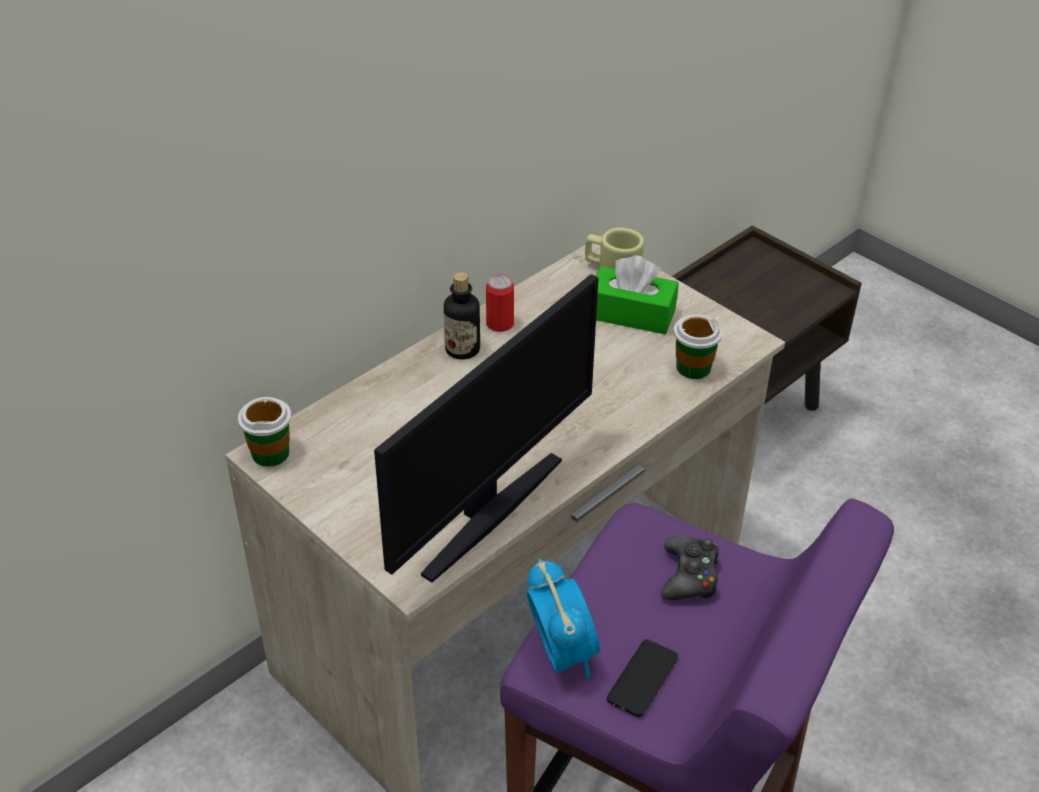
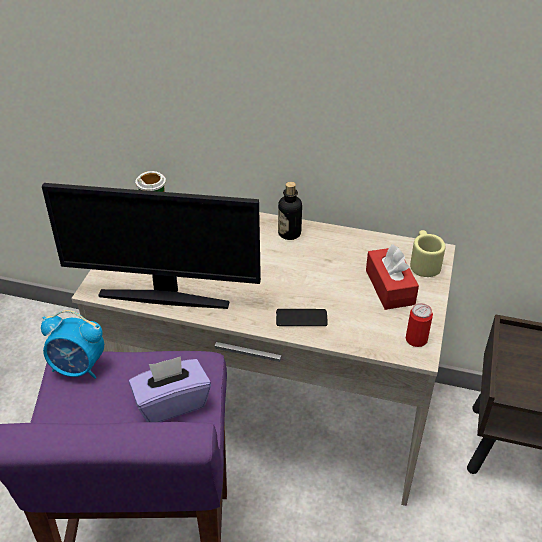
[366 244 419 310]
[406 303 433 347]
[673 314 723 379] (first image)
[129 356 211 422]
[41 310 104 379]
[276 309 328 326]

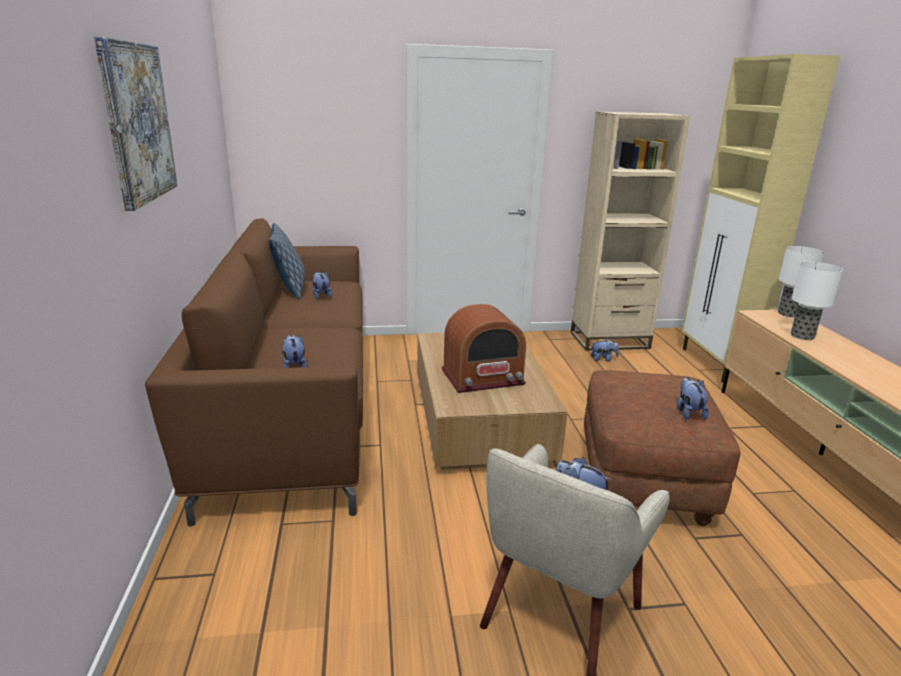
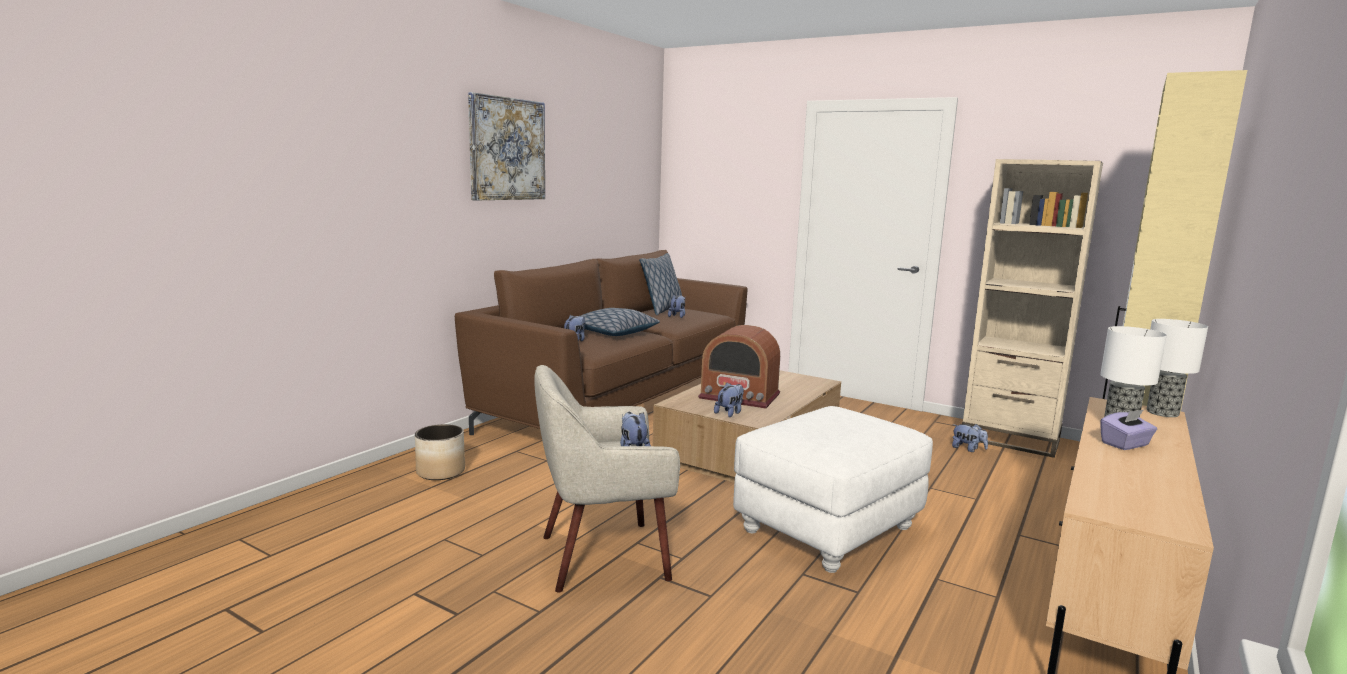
[733 406 933 573]
[714 383 744 417]
[566 308 660 336]
[1100 410 1157 450]
[415 424 465 480]

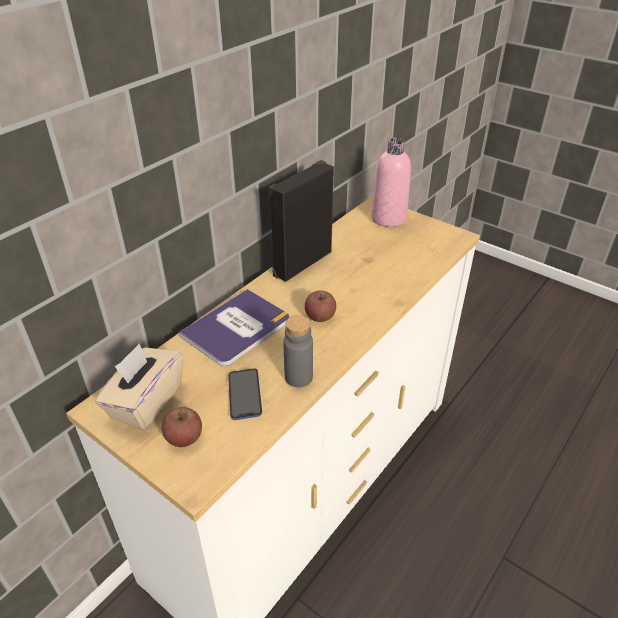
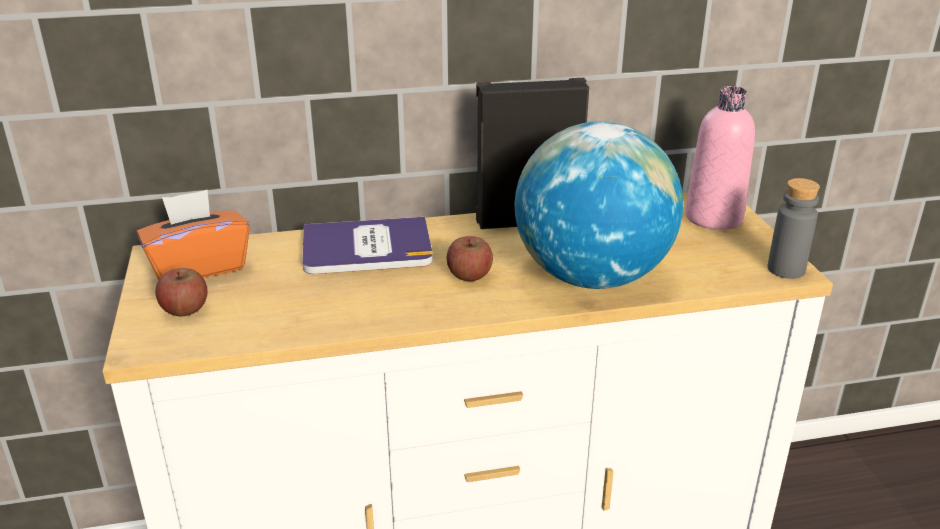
[768 178 820 279]
[137 190 250 280]
[228 368 262 420] (first image)
[515 122 683 289]

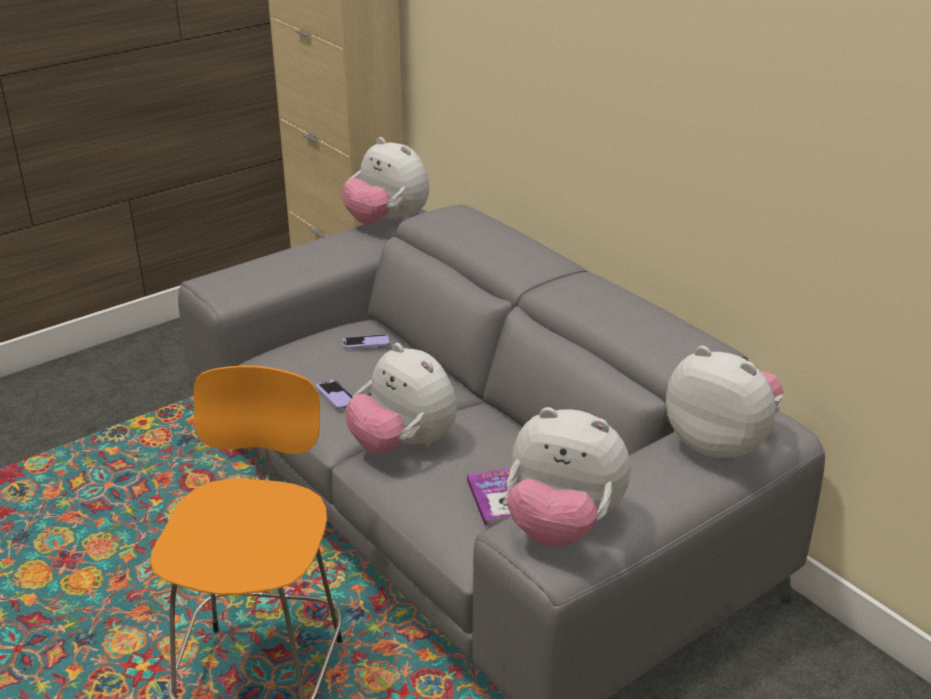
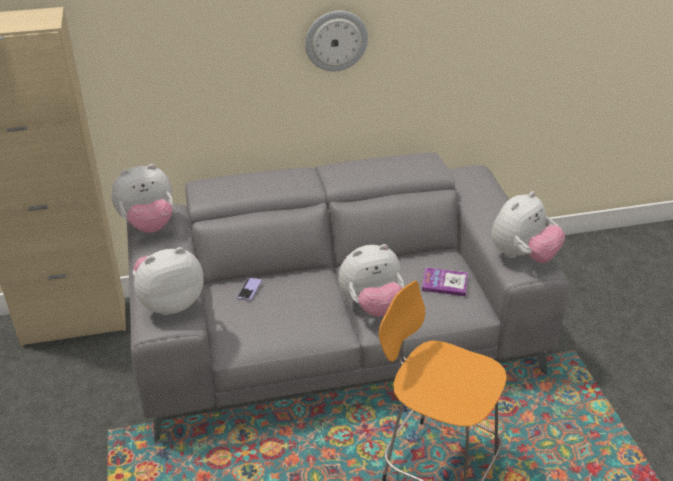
[133 247 204 315]
[316 380 353 409] (first image)
[305 11 368 71]

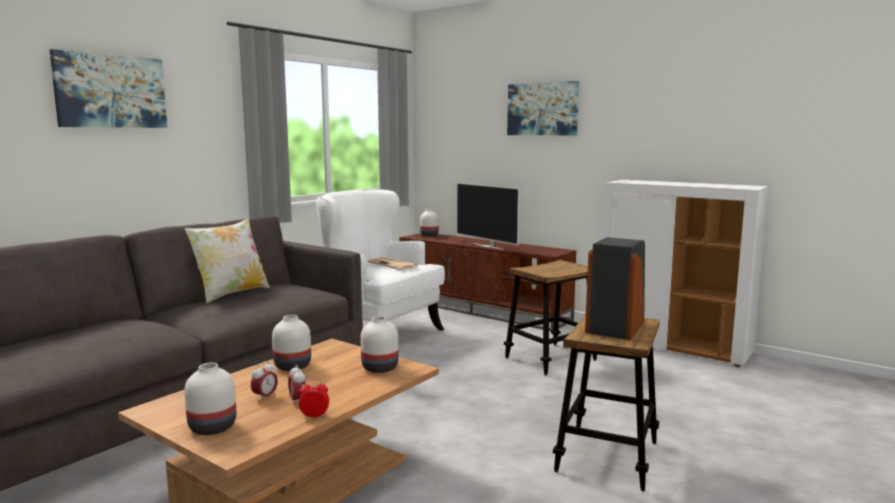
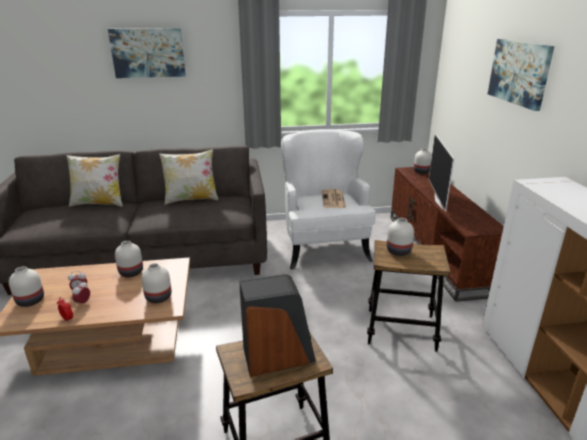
[66 154 123 207]
[387 218 414 256]

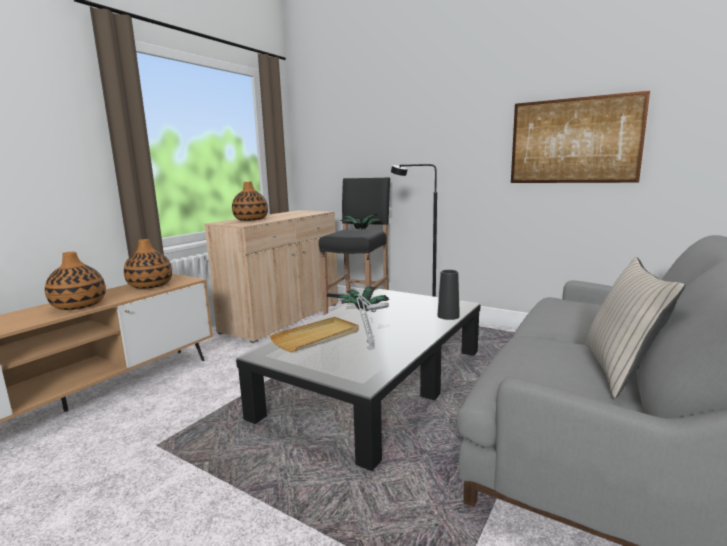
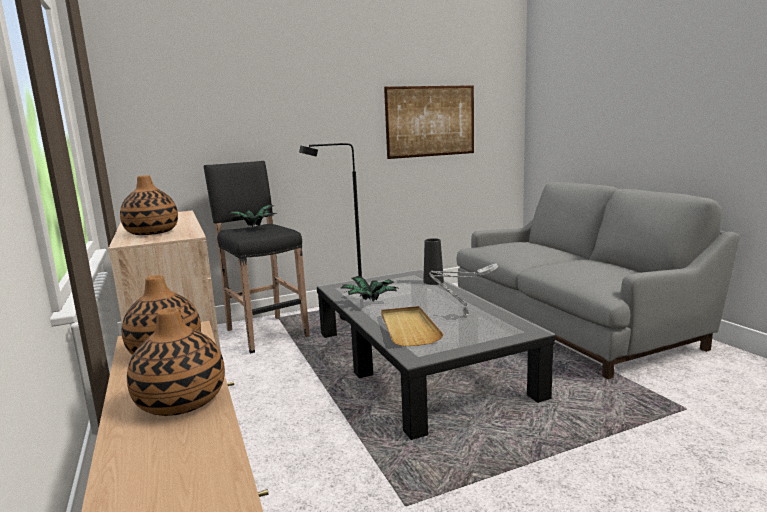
[585 257 685 398] (first image)

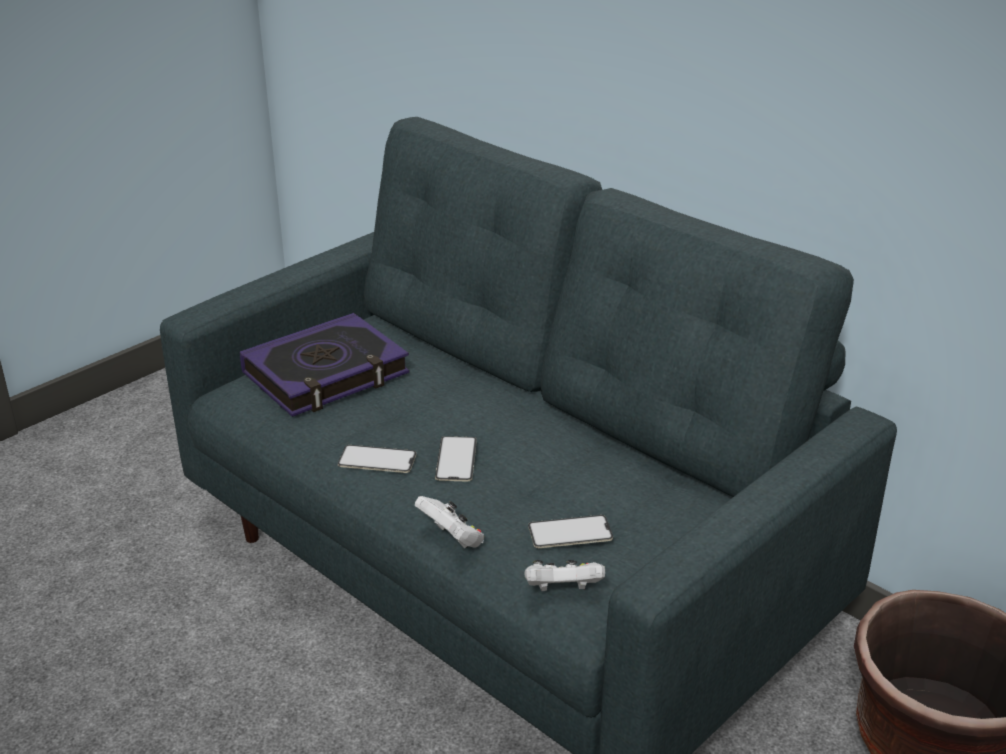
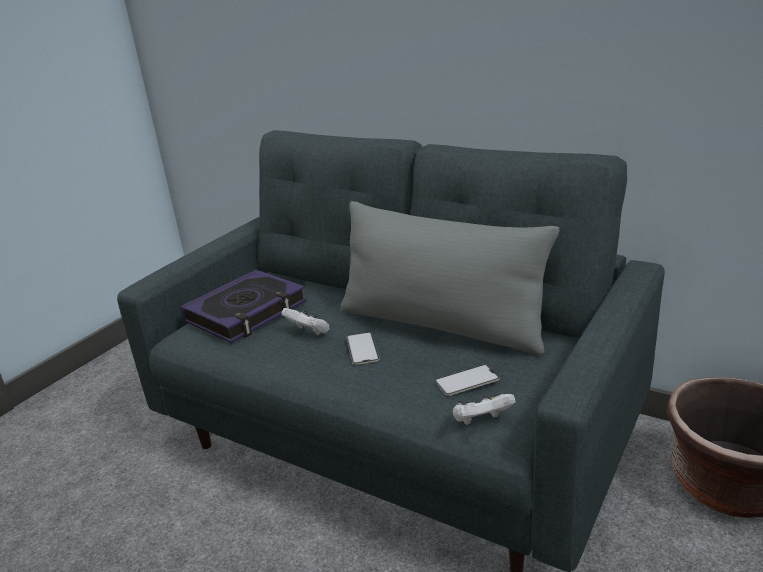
[338 445 417 473] (first image)
[282 308 330 335]
[340 201 559 356]

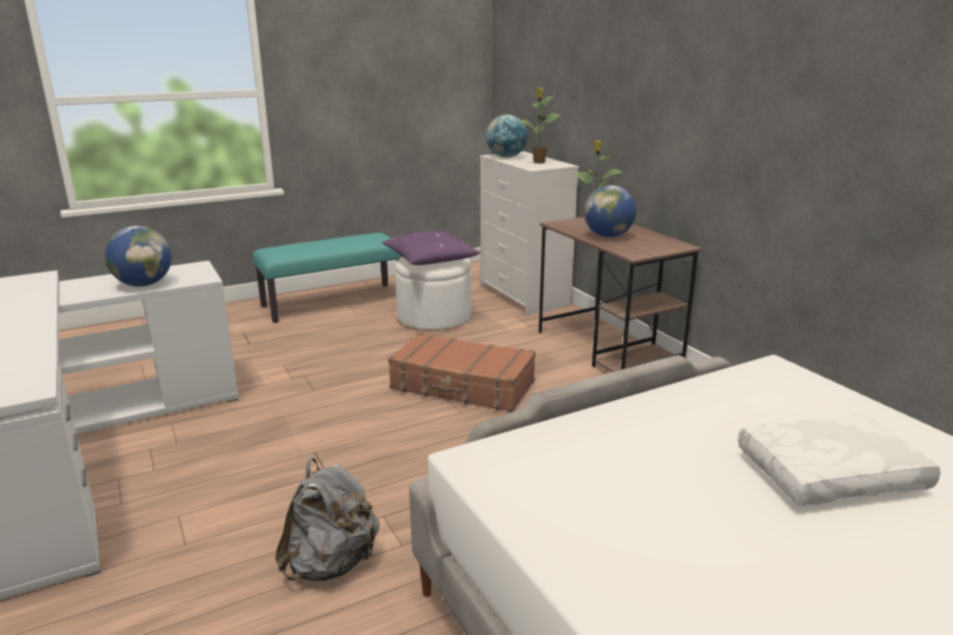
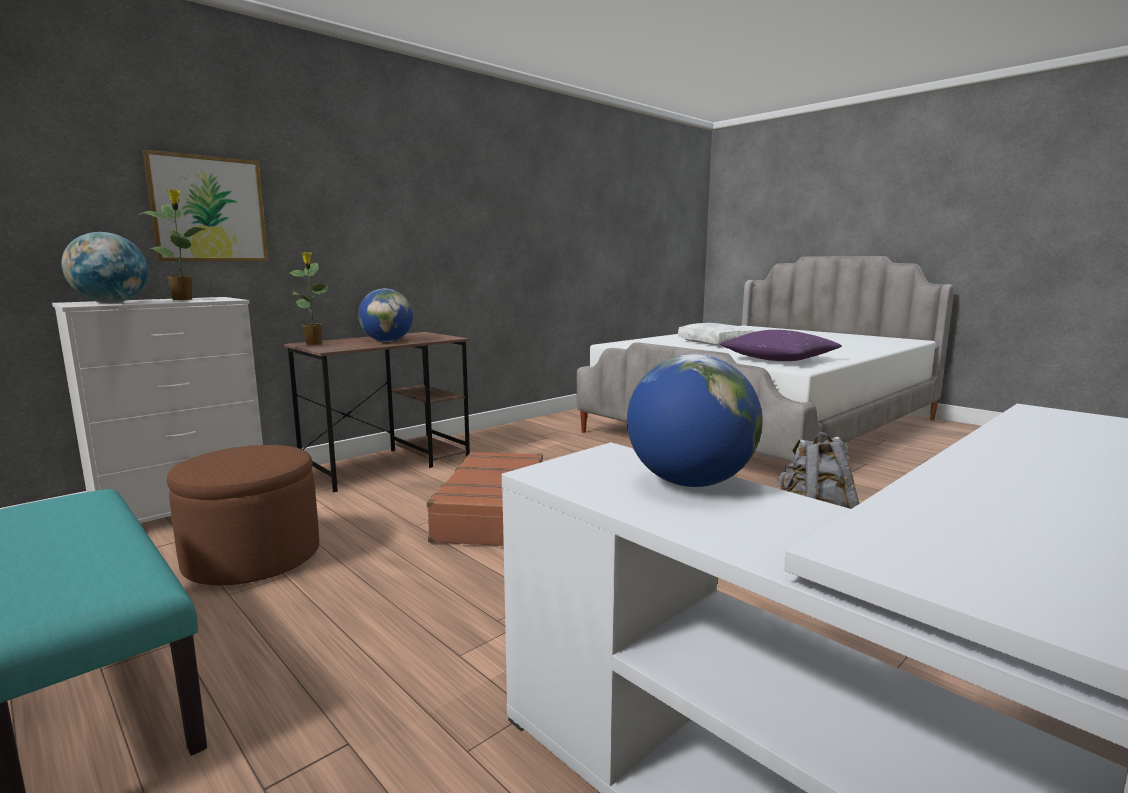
[720 330 842 361]
[167 445 319 585]
[142 150 268 261]

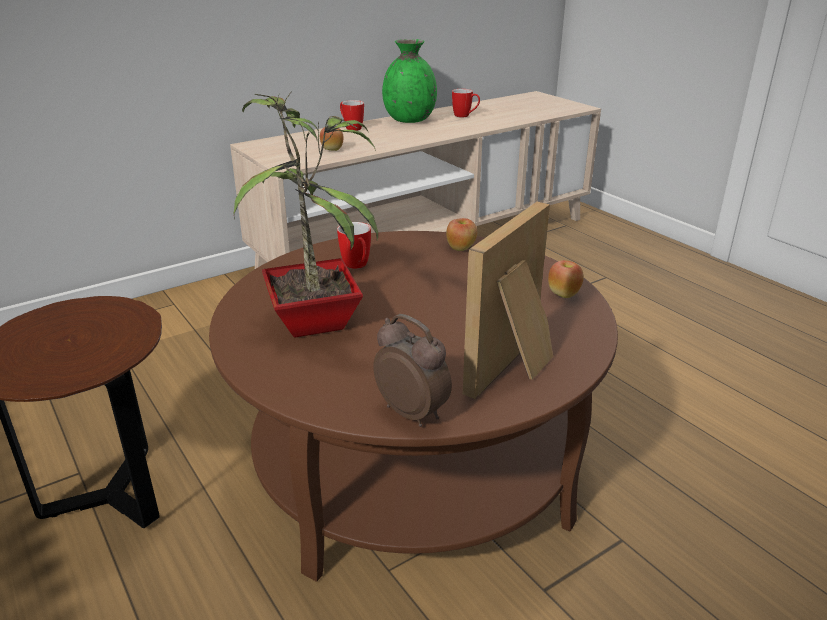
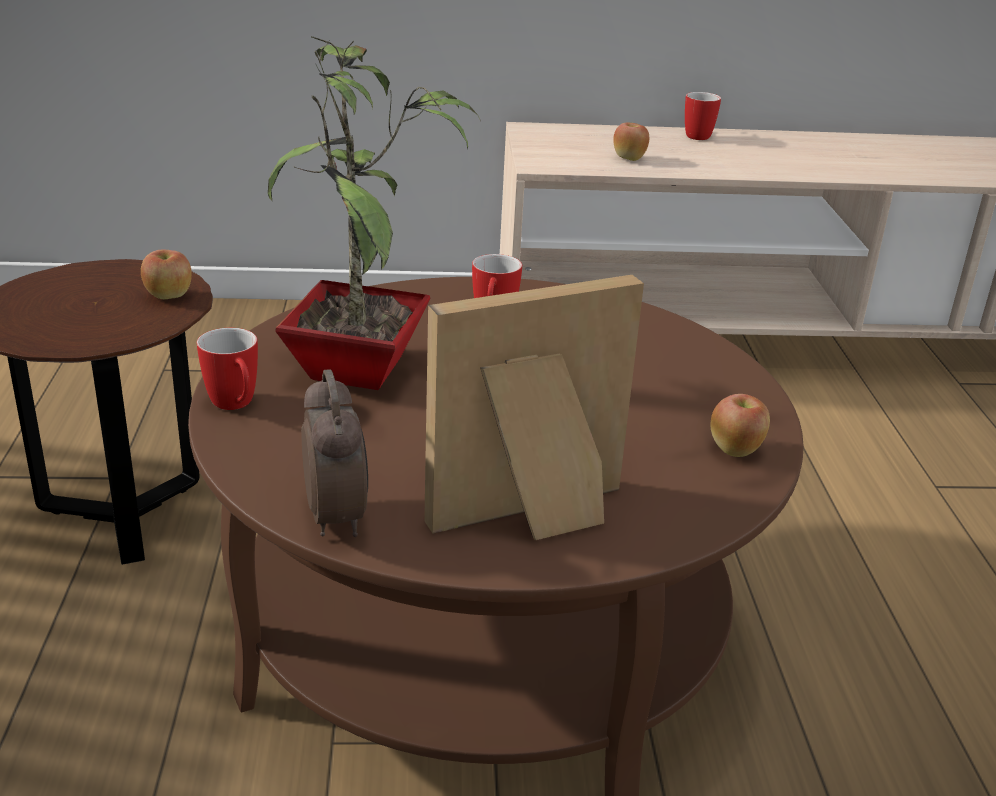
[382 39 437 123] (first image)
[197 328 258 410]
[141 250 192 299]

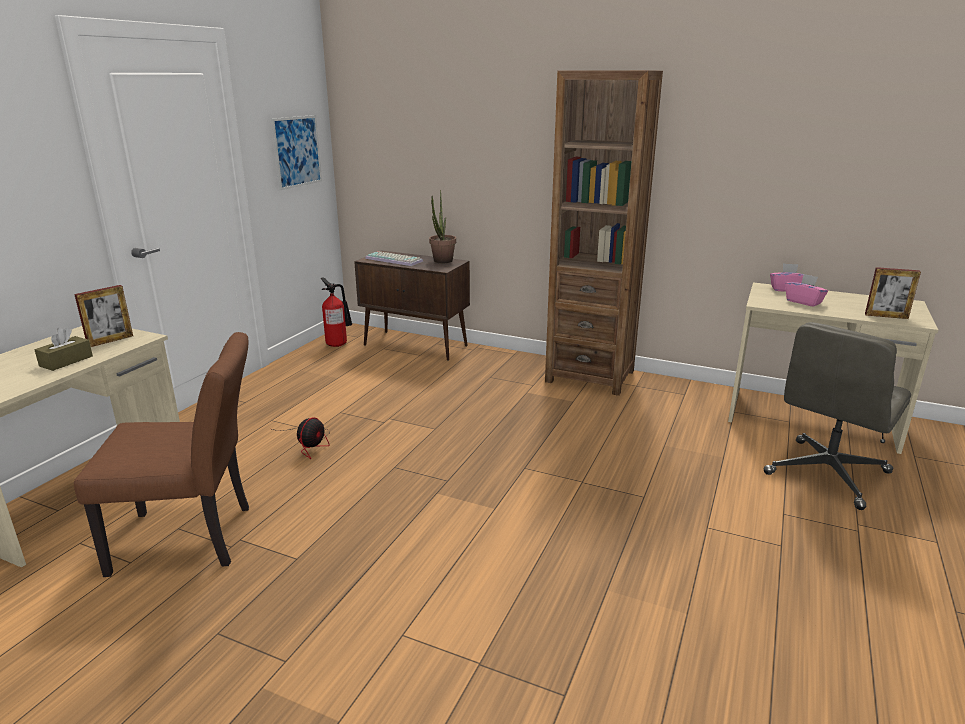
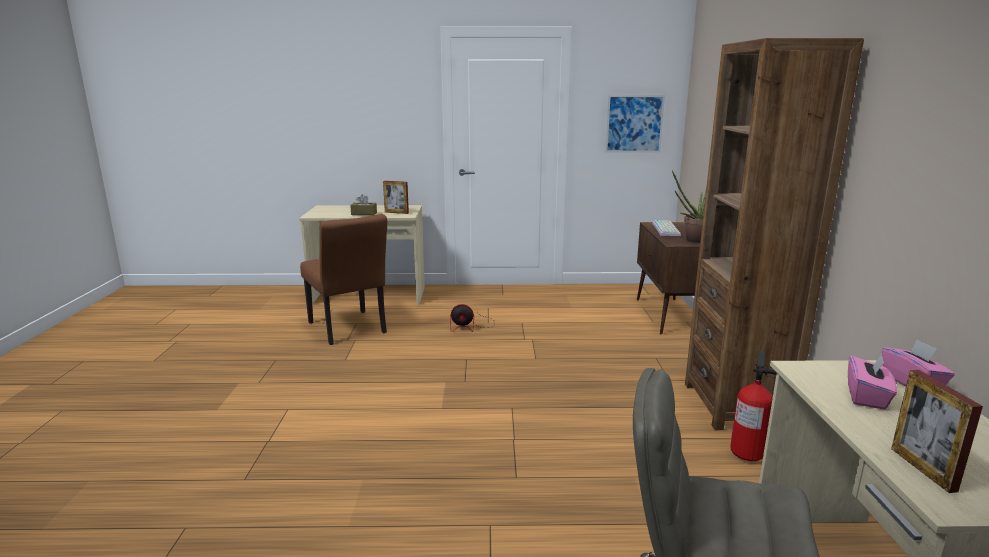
[730 351 777 461]

